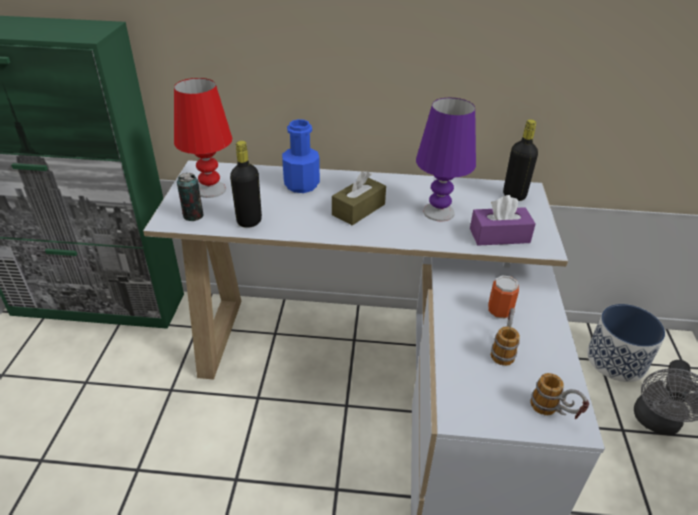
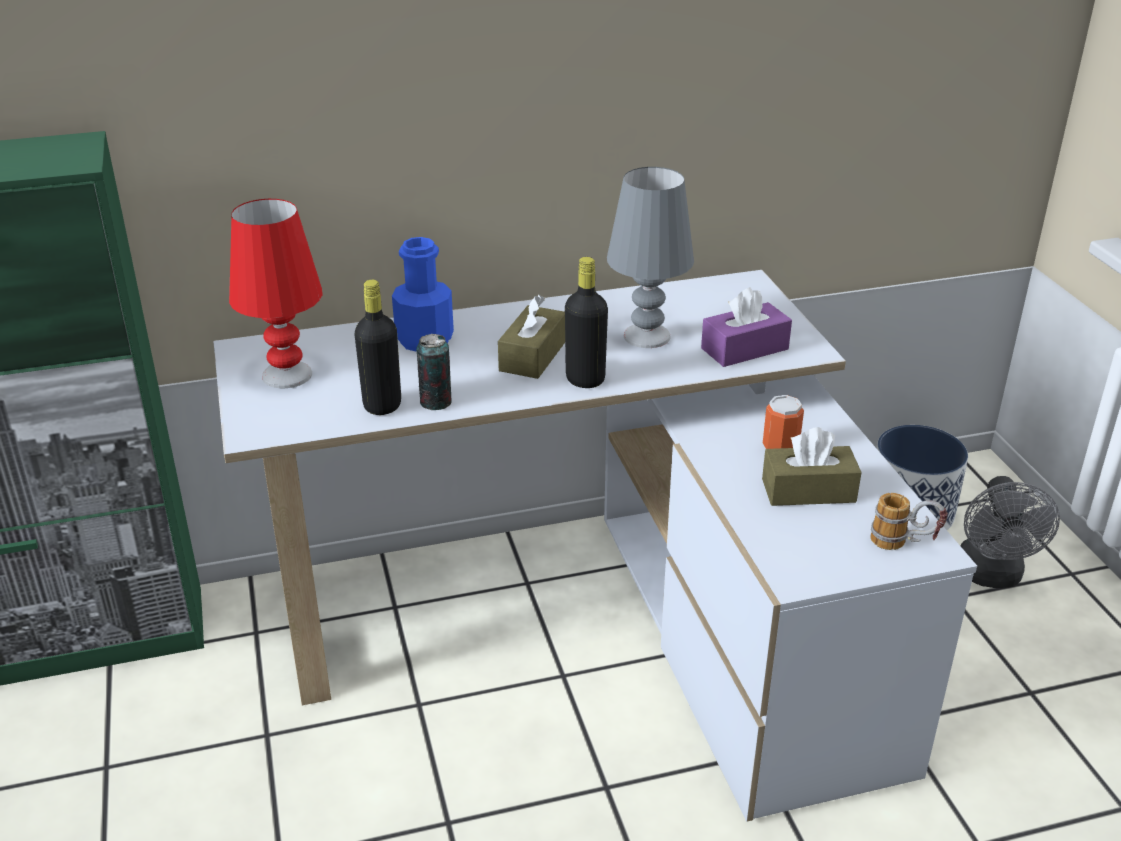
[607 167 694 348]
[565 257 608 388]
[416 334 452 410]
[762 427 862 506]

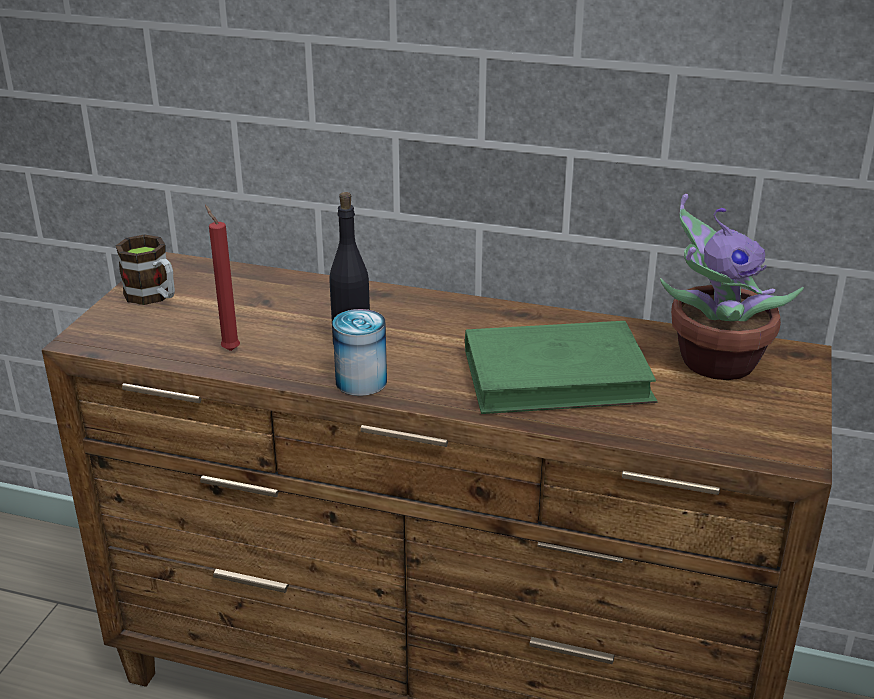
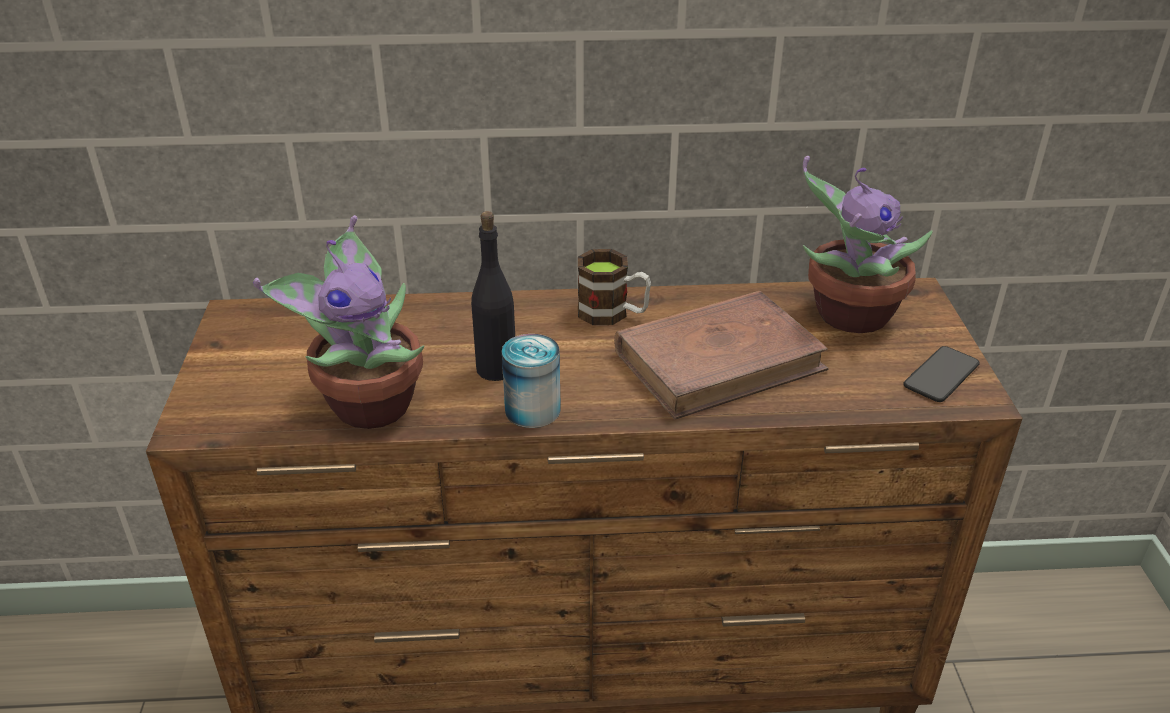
[253 215 424 429]
[578 249 651 325]
[614 291 829 420]
[903 346 980 402]

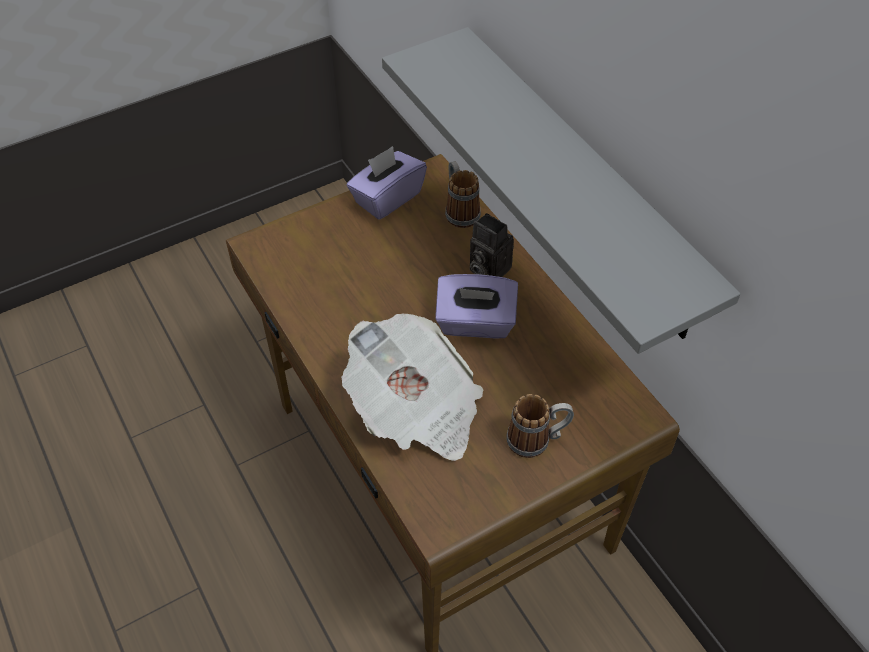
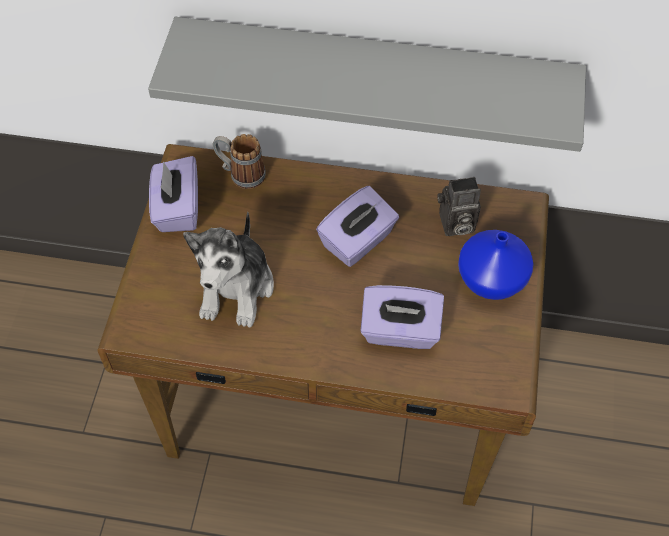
[437 177 481 236]
[361 285 444 349]
[458 230 534 300]
[183 212 274 328]

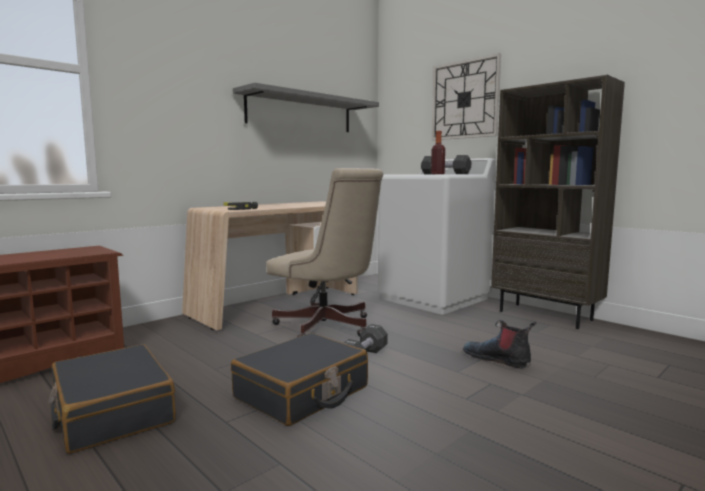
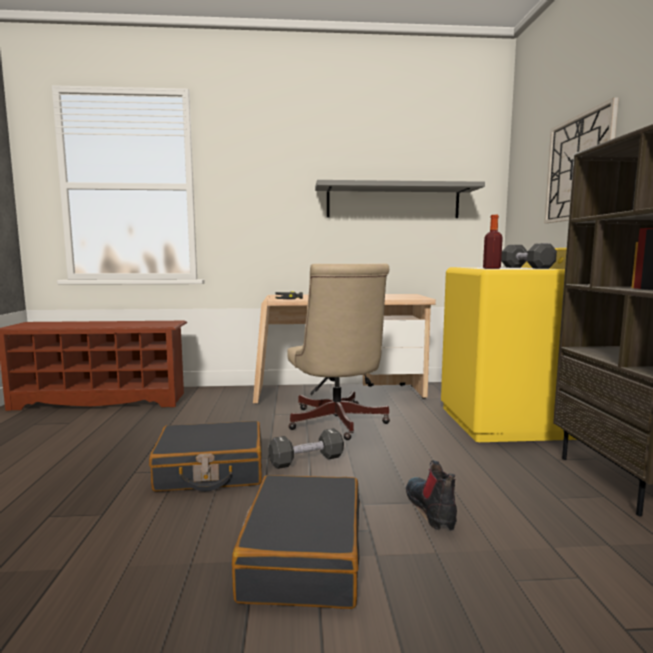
[441 248 577 442]
[232 475 360 609]

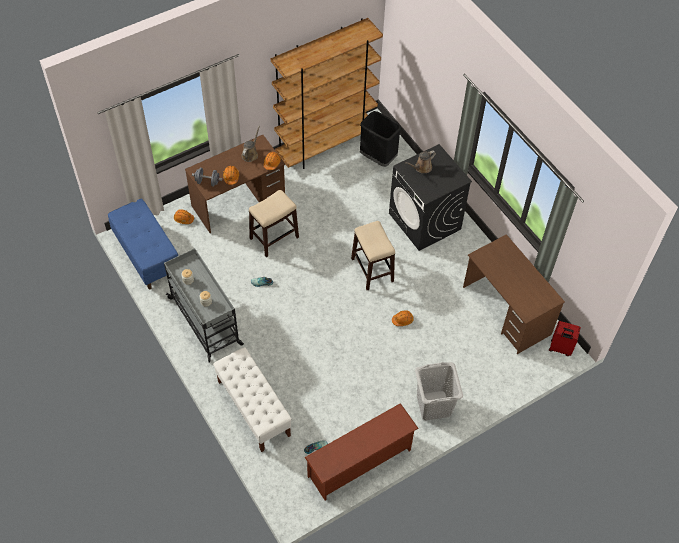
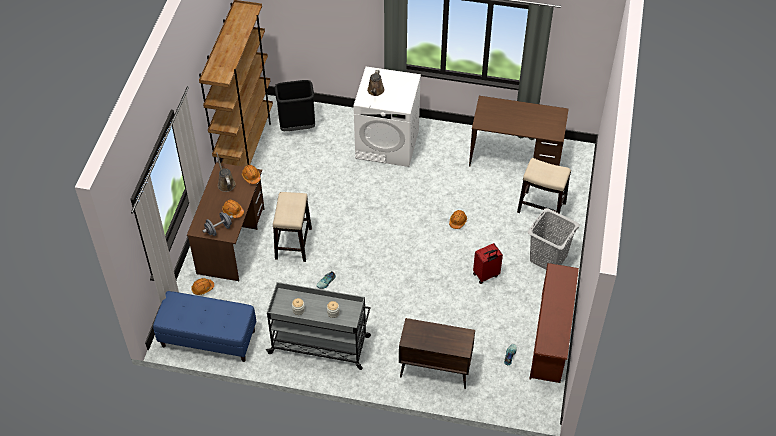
[354 67 421 167]
[517 158 571 214]
[473 243 503 284]
[399 318 475 389]

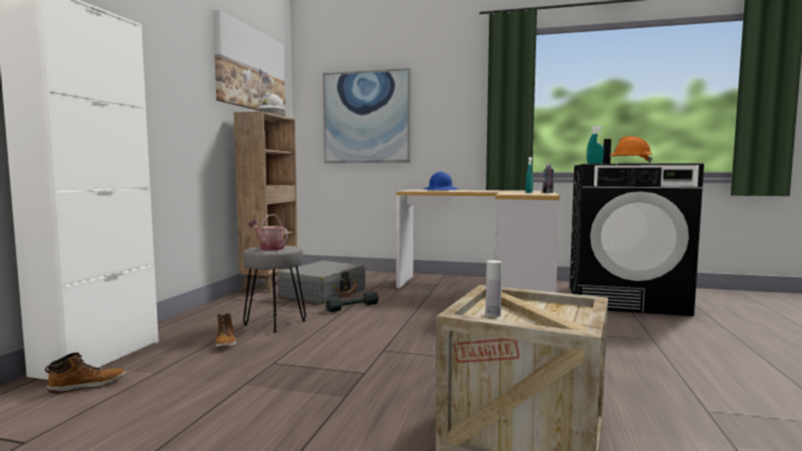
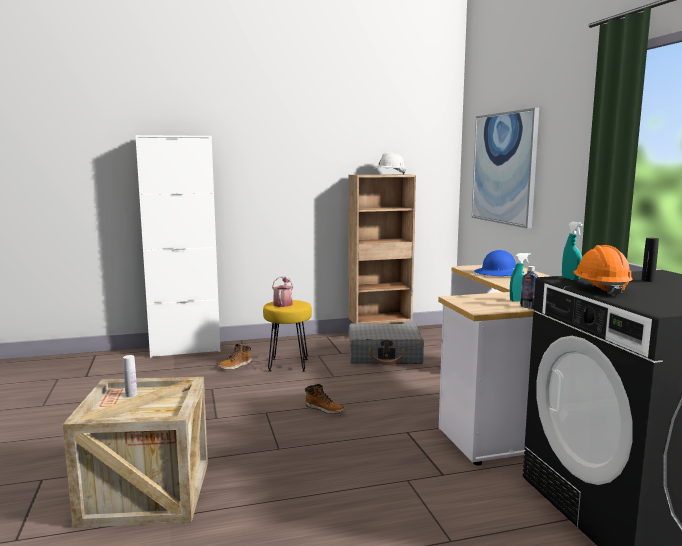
[213 10 286 116] (first image)
[263 300 312 372]
[326 292 379 312] (first image)
[305 384 345 414]

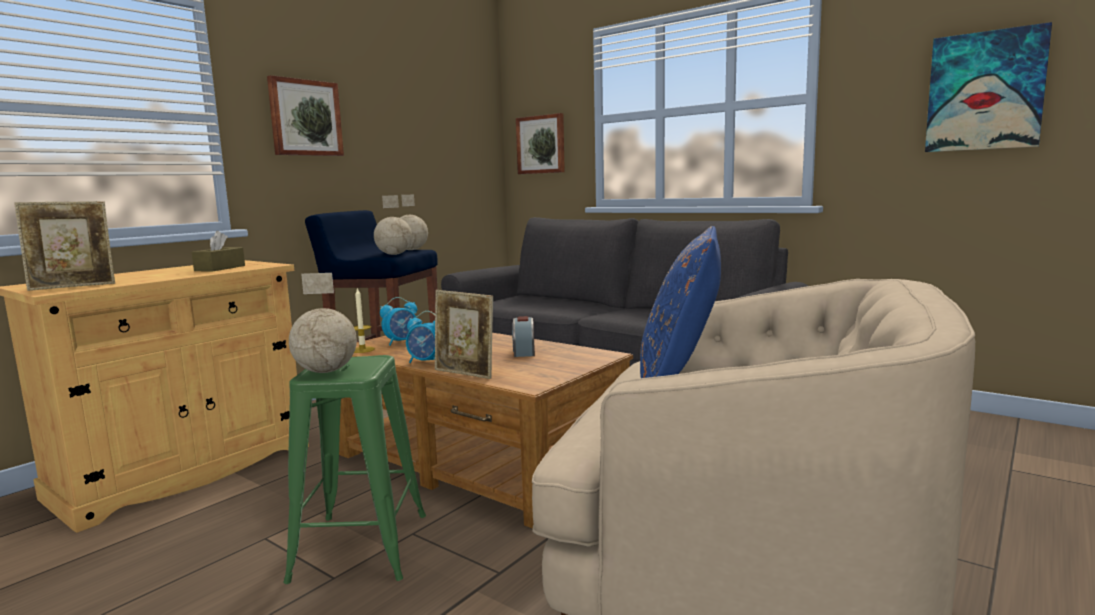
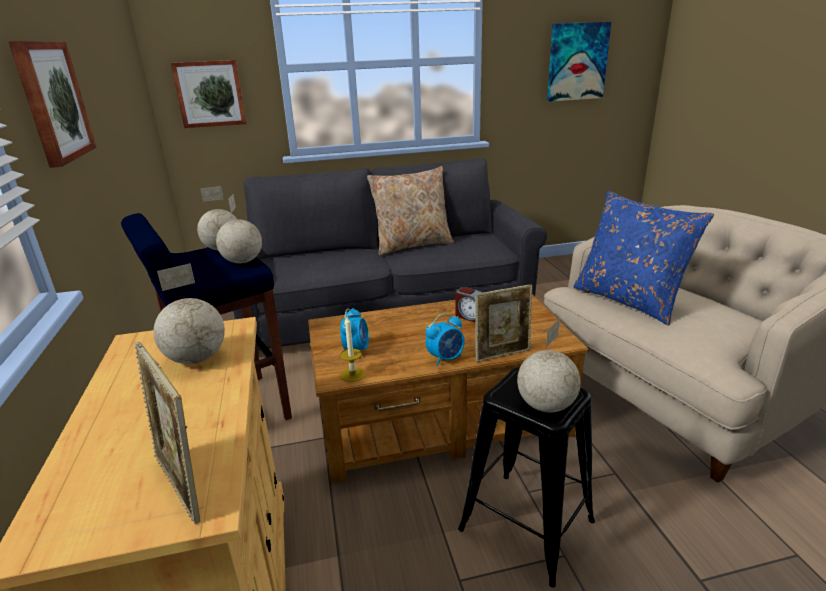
[135 342 200 524]
[153 263 225 364]
[458 367 595 588]
[367 166 454 255]

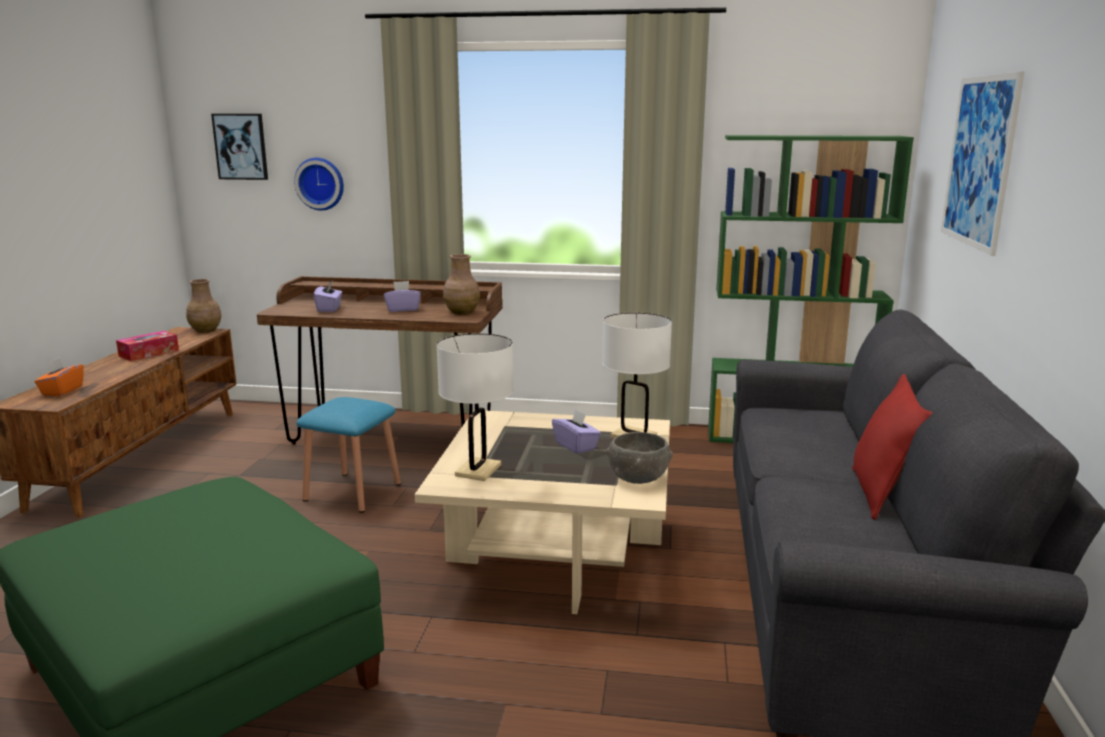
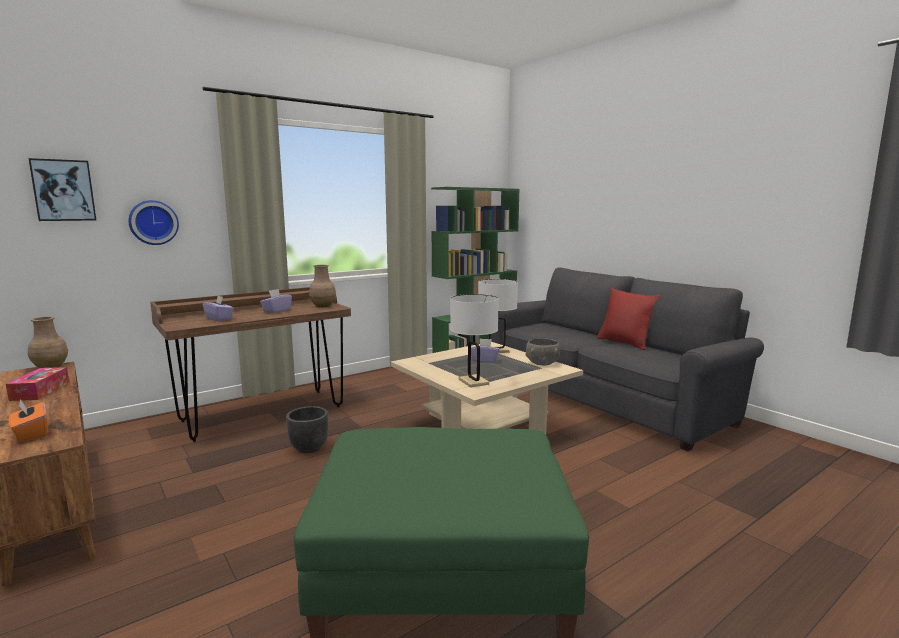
[941 71 1024 256] (first image)
[286 406 328 453]

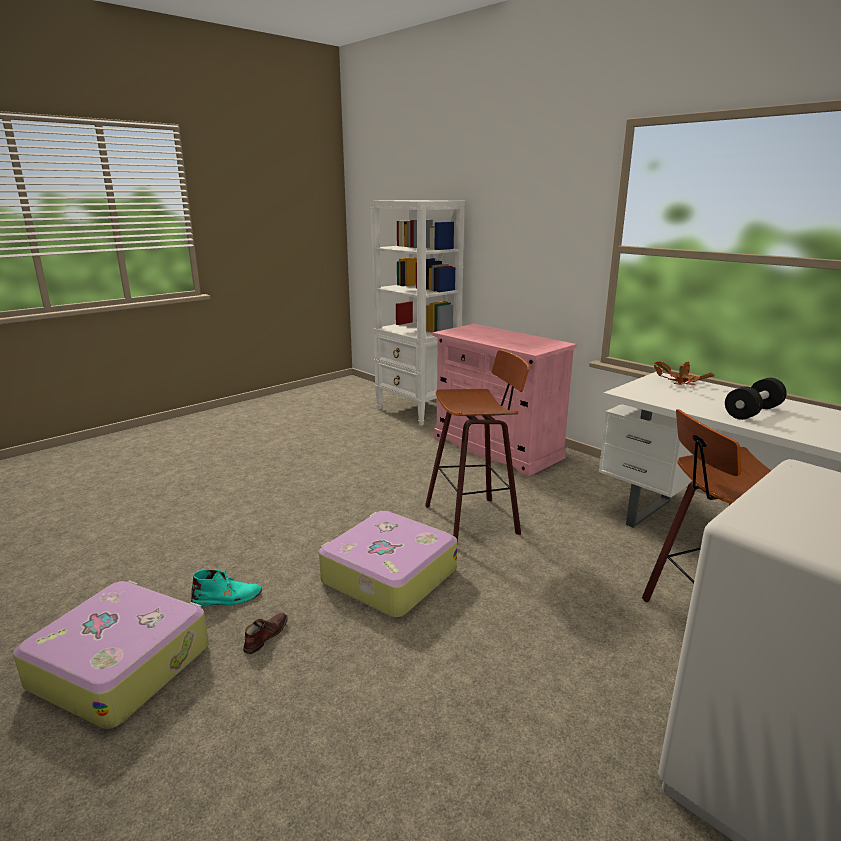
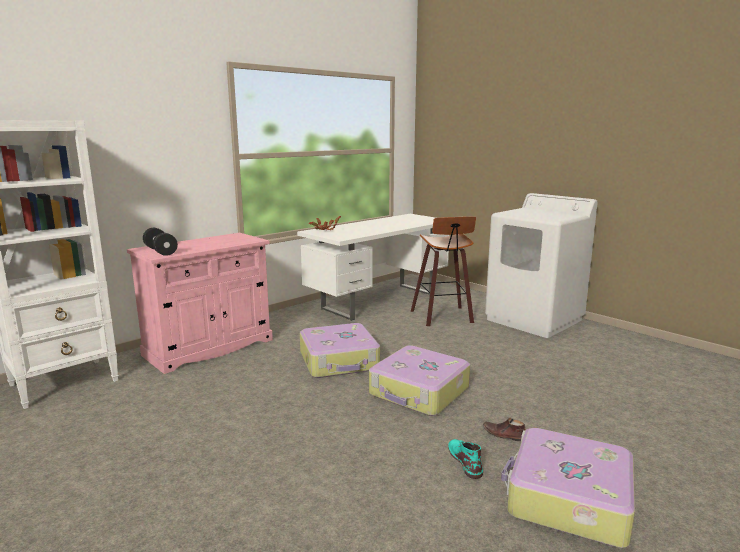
[300 323 380 378]
[143 228 178 256]

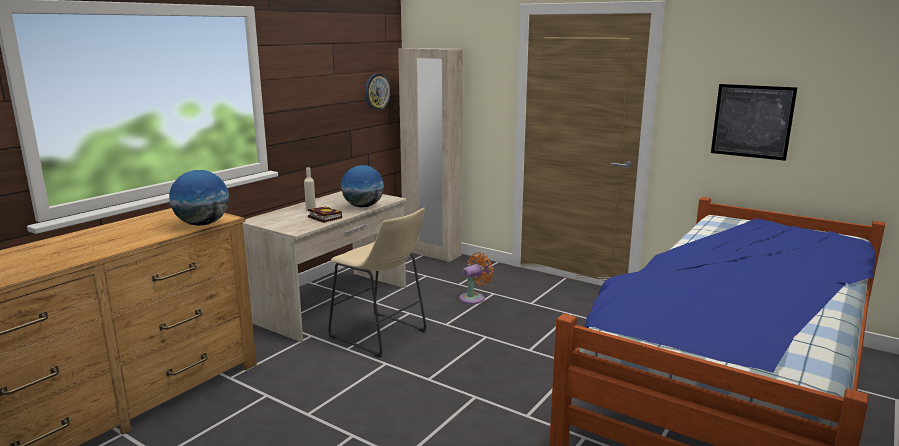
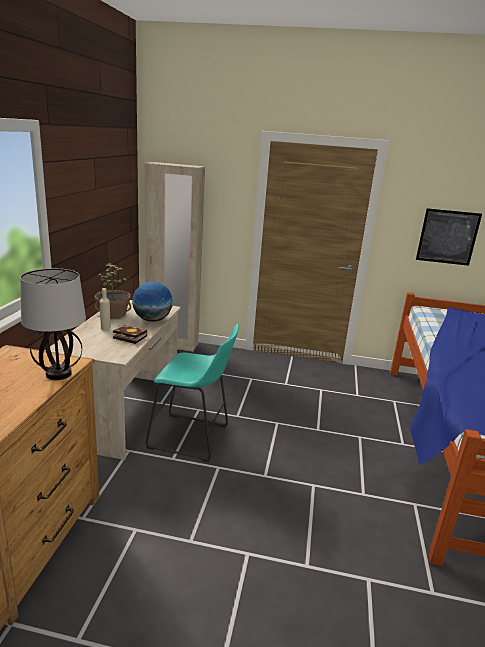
[365 74 390 110] (first image)
[20 268 86 380]
[146 324 239 462]
[460 252 494 304] (first image)
[95 263 131 319]

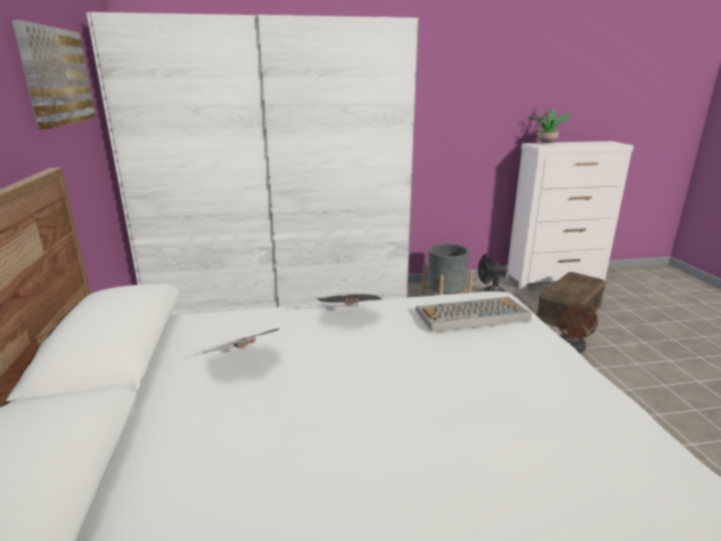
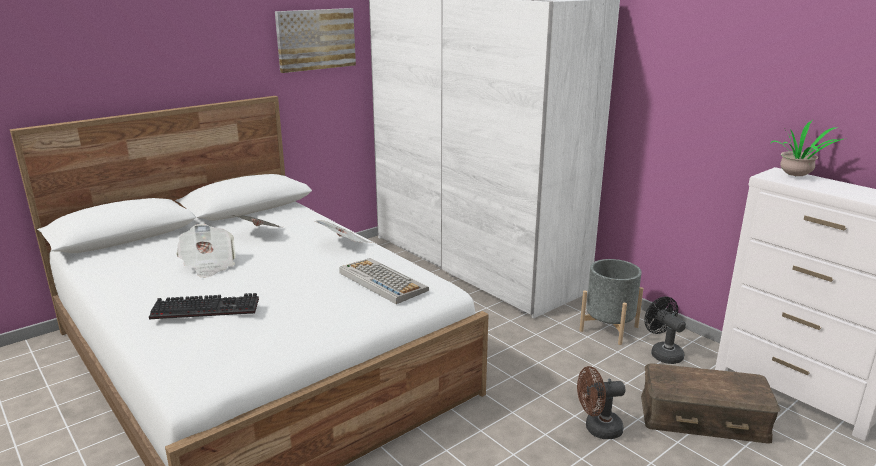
[176 224 236 278]
[149 293 259 320]

